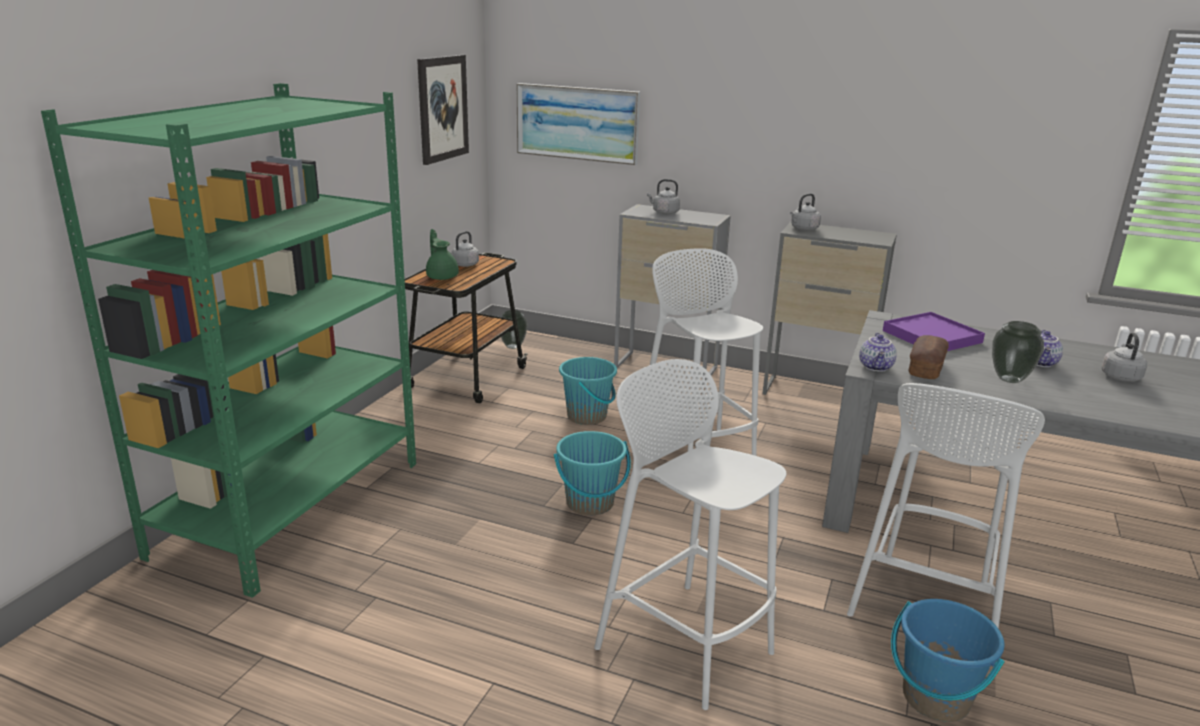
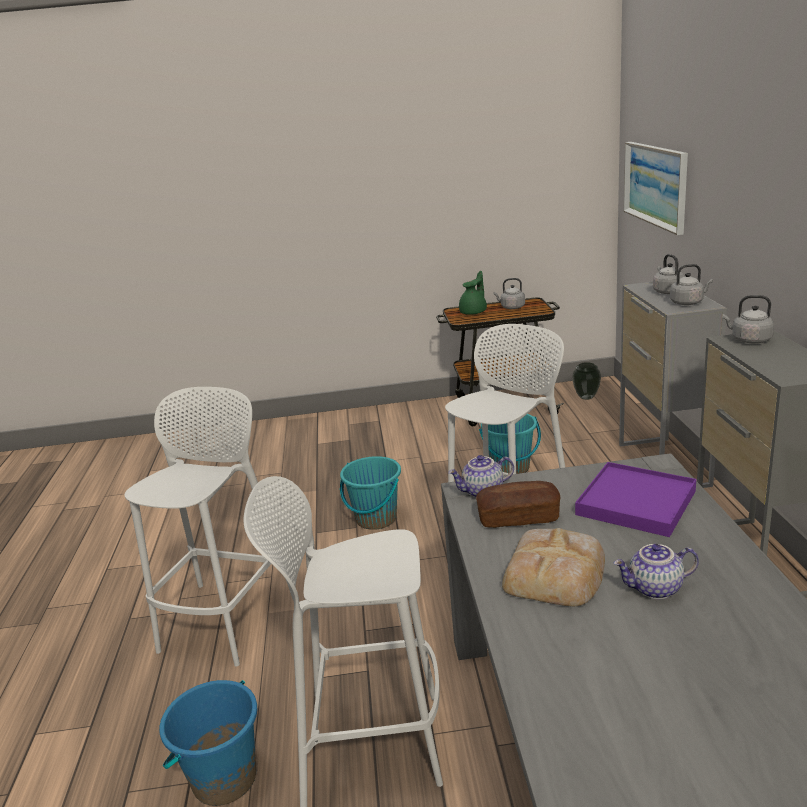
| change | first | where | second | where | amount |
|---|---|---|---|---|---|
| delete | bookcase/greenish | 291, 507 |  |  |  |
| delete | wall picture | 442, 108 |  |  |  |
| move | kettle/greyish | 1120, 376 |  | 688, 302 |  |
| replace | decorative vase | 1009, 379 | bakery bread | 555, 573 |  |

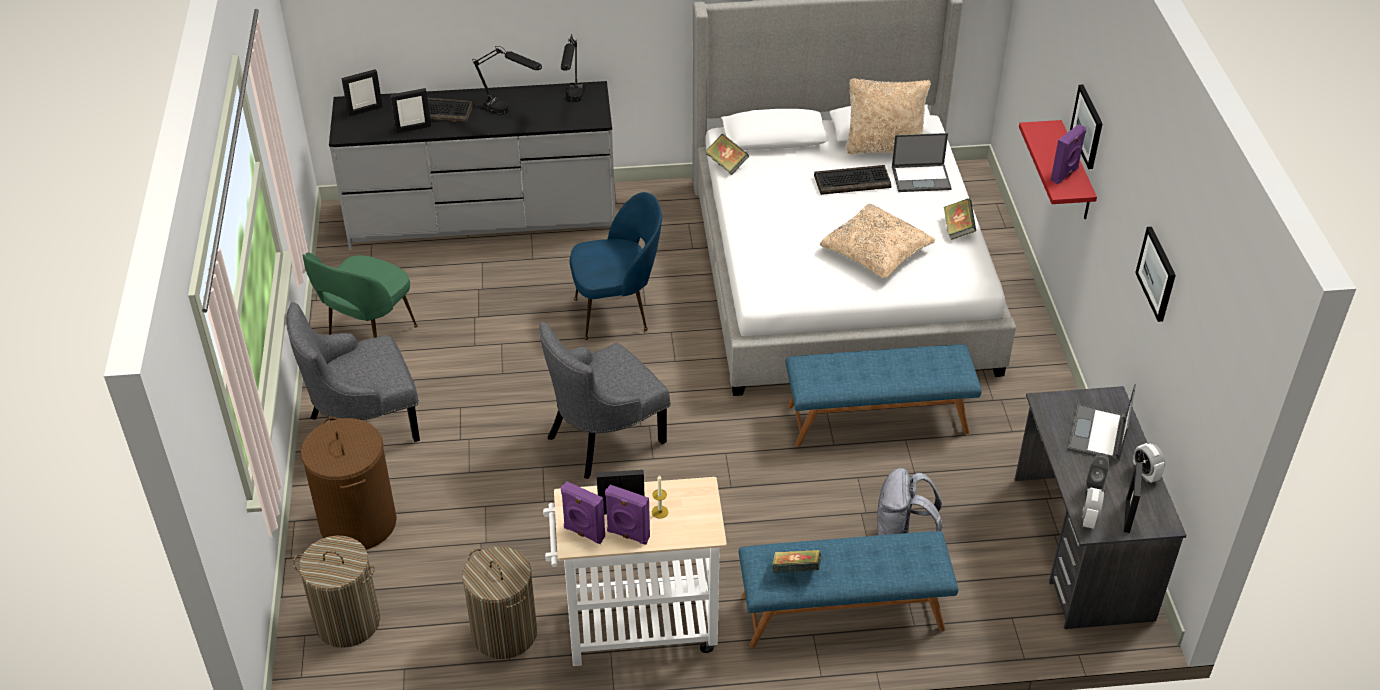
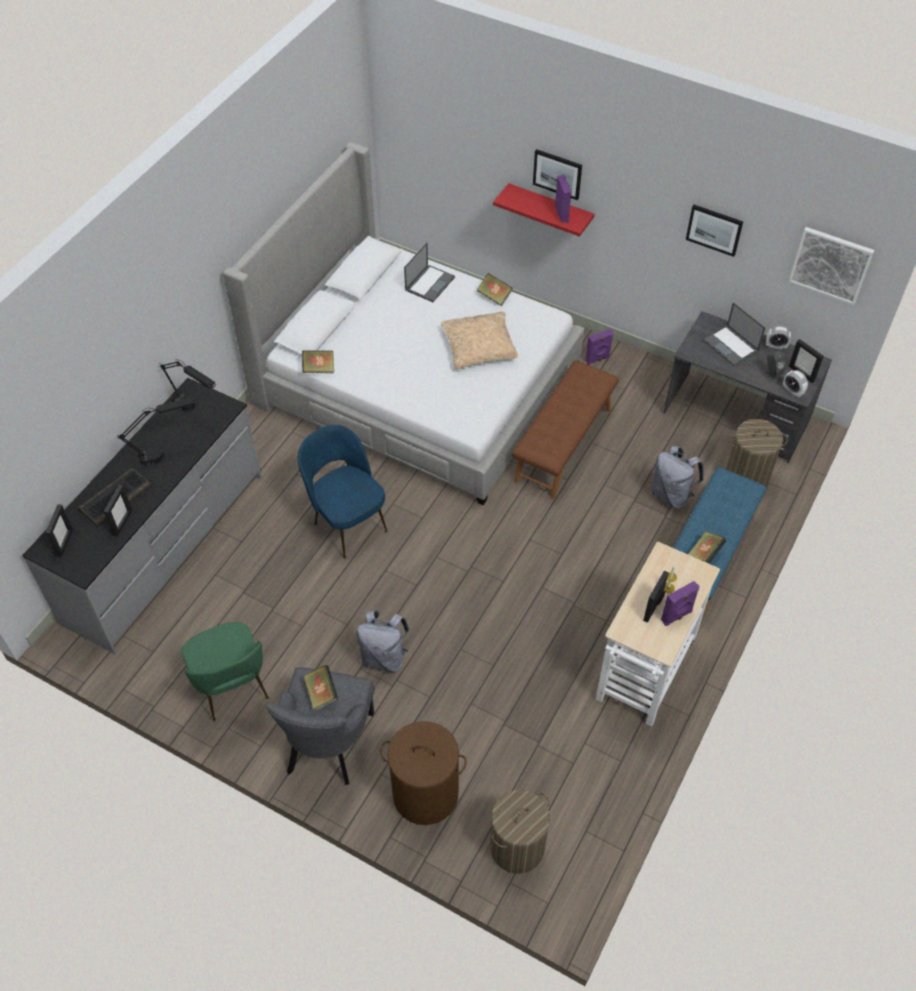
| change | first | where | second | where | amount |
|---|---|---|---|---|---|
| delete | armchair/greyish | 606, 437 |  |  |  |
| delete | PC keyboard | 853, 181 |  |  |  |
| delete | cushion/sand-coloured | 884, 149 |  |  |  |
| insert |  |  | book | 322, 693 |  |
| insert |  |  | backpack/greyish | 384, 657 |  |
| insert |  |  | wall picture | 831, 264 |  |
| move | laundry basket | 504, 633 |  | 746, 477 |  |
| move | speaker/purple | 583, 533 |  | 597, 359 |  |
| recolor | indoor bench/blue-coloured | 877, 418 | indoor bench/brownish | 562, 444 |  |
| rotate | upright chair/blue-coloured | 618, 314 |  | 347, 523 | 60 degrees counterclockwise |

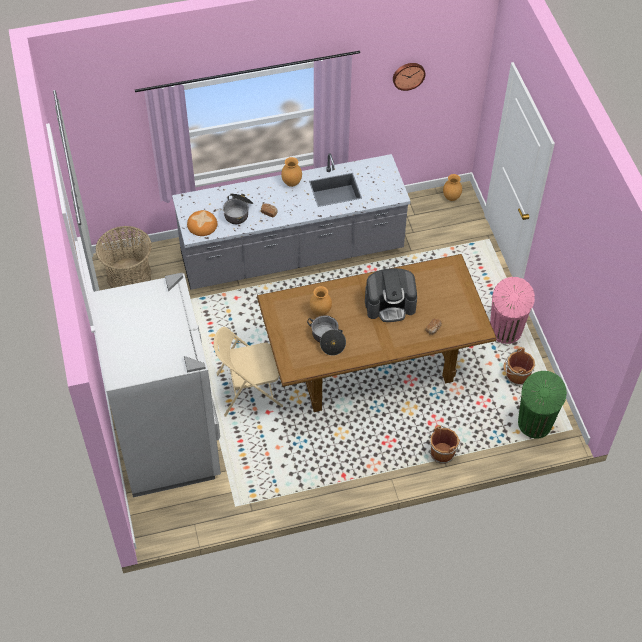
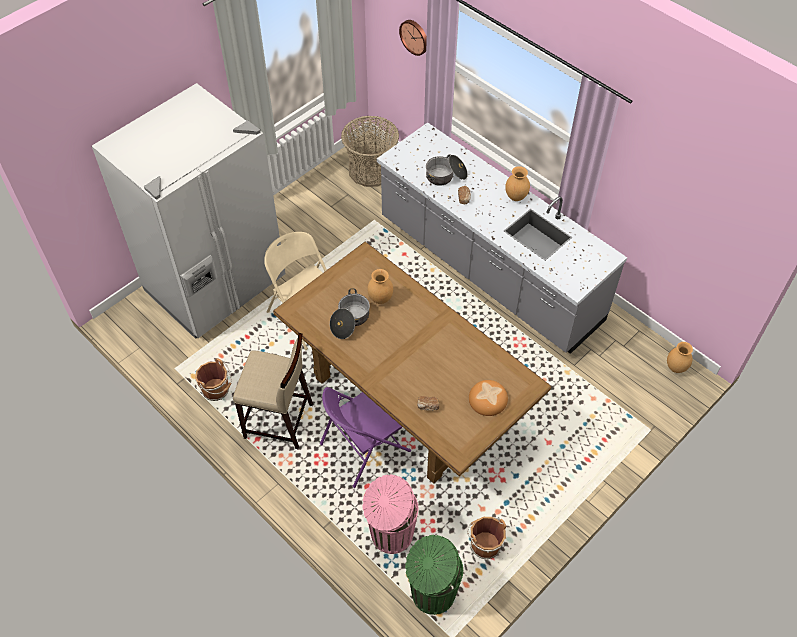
| change | first | where | second | where | amount |
|---|---|---|---|---|---|
| delete | coffee machine | 390, 304 |  |  |  |
| insert |  |  | stool/sand-coloured | 279, 422 |  |
| insert |  |  | upright chair/purple | 365, 447 |  |
| move | bakery bread | 202, 225 |  | 488, 399 |  |
| move | clock on the wall | 408, 75 |  | 415, 36 |  |
| move | water bucket/brownish | 443, 452 |  | 217, 390 |  |
| move | waste bin/pinkish | 505, 332 |  | 390, 534 |  |

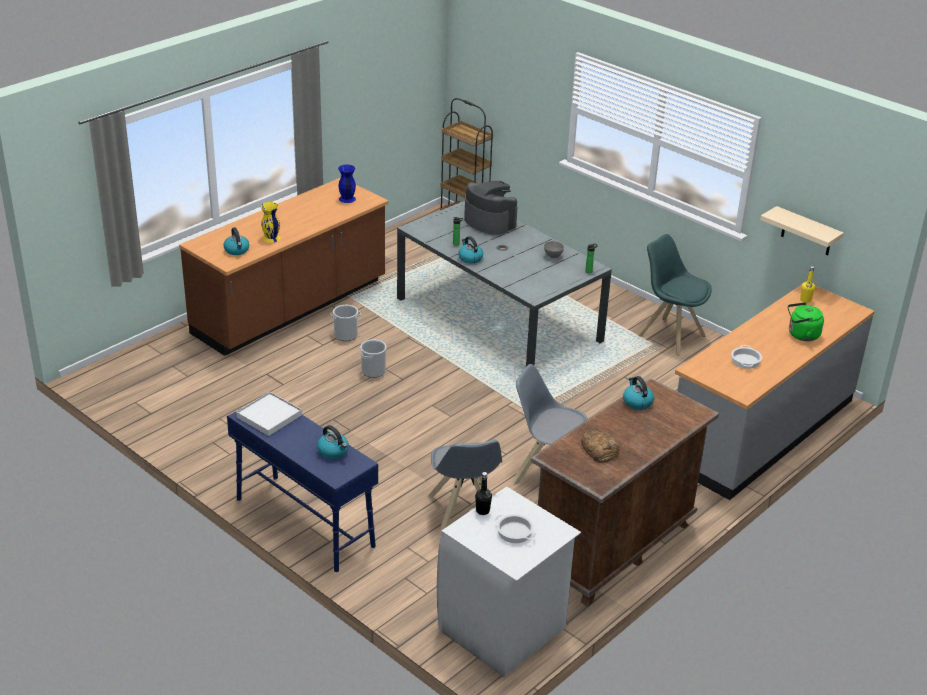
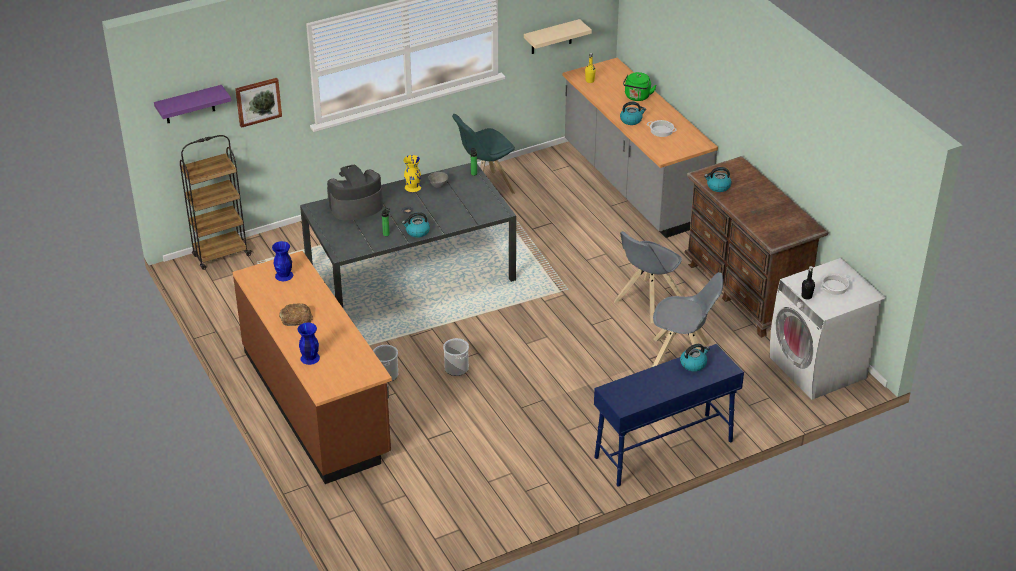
| change | first | where | second | where | amount |
|---|---|---|---|---|---|
| delete | tray/white-coloured | 269, 416 |  |  |  |
| insert |  |  | bracket shelf/purple | 189, 105 |  |
| insert |  |  | wall picture | 258, 101 |  |
| insert |  |  | decorative vase/blue-coloured | 309, 358 |  |
| move | kettle | 237, 250 |  | 631, 120 |  |
| move | decorative vase/yellowish | 271, 238 |  | 413, 187 |  |
| move | bakery bread | 599, 450 |  | 295, 318 |  |

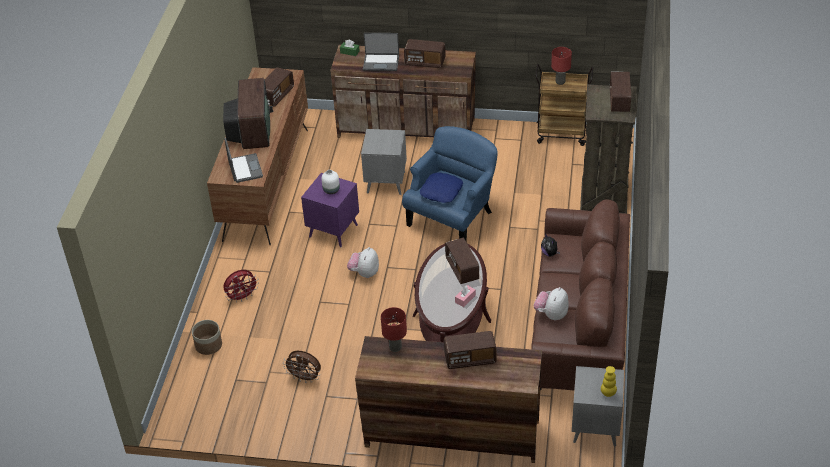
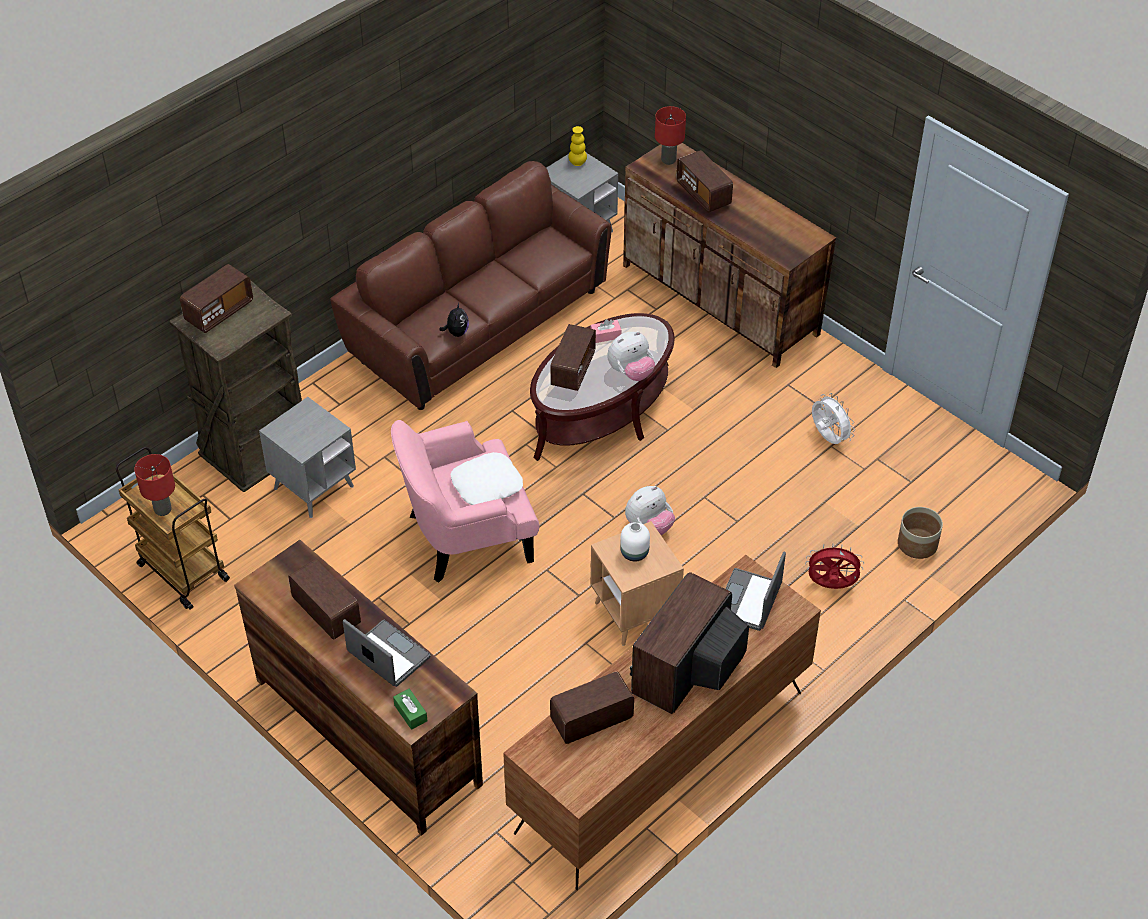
| change | first | where | second | where | amount |
|---|---|---|---|---|---|
| move | side table/greyish | 386, 182 |  | 313, 488 |  |
| move | lamp for a table/red | 395, 348 |  | 669, 160 |  |
| move | plush toy | 551, 314 |  | 631, 372 |  |
| recolor | electric fan/brownish | 305, 378 | electric fan/white-coloured | 828, 438 |  |
| recolor | side table/purple | 333, 231 | side table/brownish | 634, 613 |  |
| recolor | armchair/blue-coloured | 452, 218 | armchair/pinkish | 466, 535 |  |
| recolor | cushion/blue-coloured | 442, 191 | cushion/white-coloured | 486, 484 |  |
| rotate | radio receiver | 470, 359 |  | 703, 194 | 150 degrees counterclockwise |

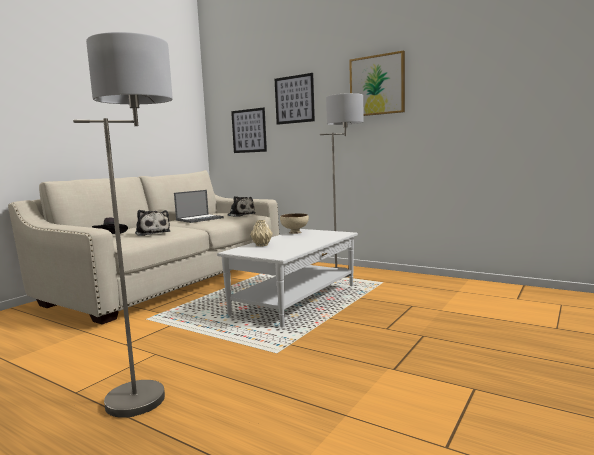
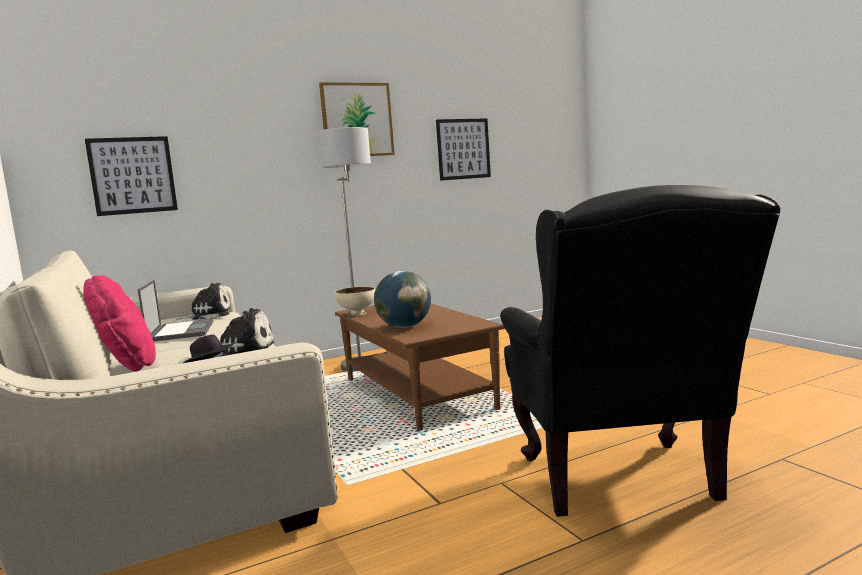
| change | first | where | second | where | amount |
|---|---|---|---|---|---|
| insert |  |  | cushion/pinkish | 127, 368 |  |
| move | wall picture | 294, 99 |  | 463, 149 |  |
| replace | standard lamp/greyish | 153, 395 | armchair/black | 626, 488 |  |
| replace | decorative vase/sand-coloured | 262, 245 | world globe | 404, 327 |  |
| recolor | coffee table/white-coloured | 296, 299 | coffee table/brownish | 416, 393 |  |

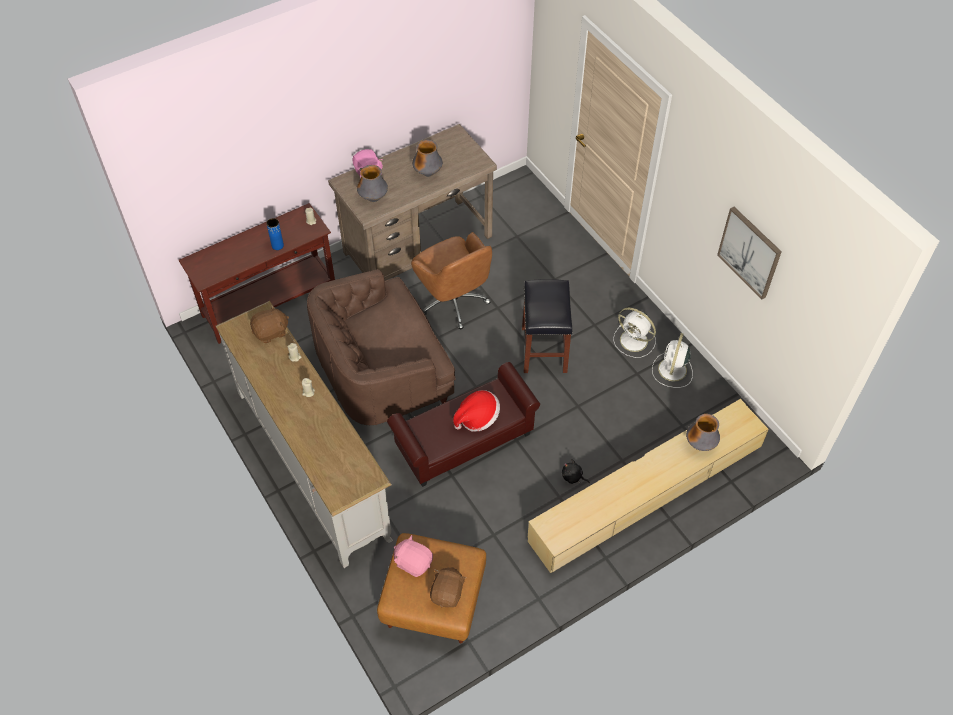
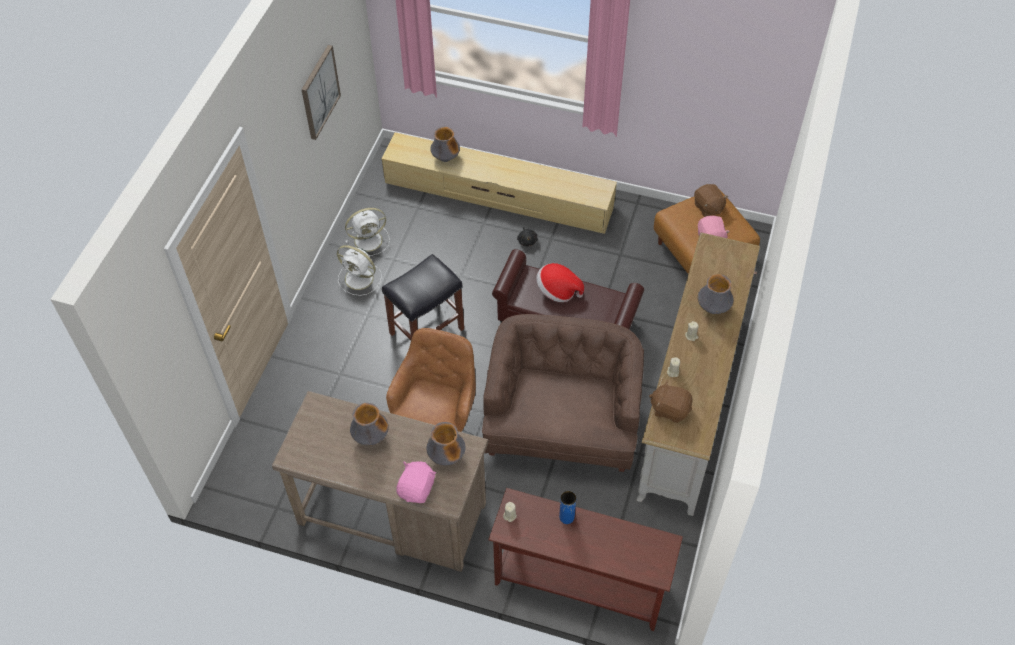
| change | first | where | second | where | amount |
|---|---|---|---|---|---|
| insert |  |  | decorative vase | 713, 309 |  |
| rotate | armchair/brownish | 383, 373 |  | 561, 424 | 105 degrees counterclockwise |
| rotate | plush toy/brownish | 447, 593 |  | 708, 207 | 90 degrees counterclockwise |
| rotate | electric fan/white-coloured | 635, 341 |  | 360, 279 | 120 degrees clockwise |

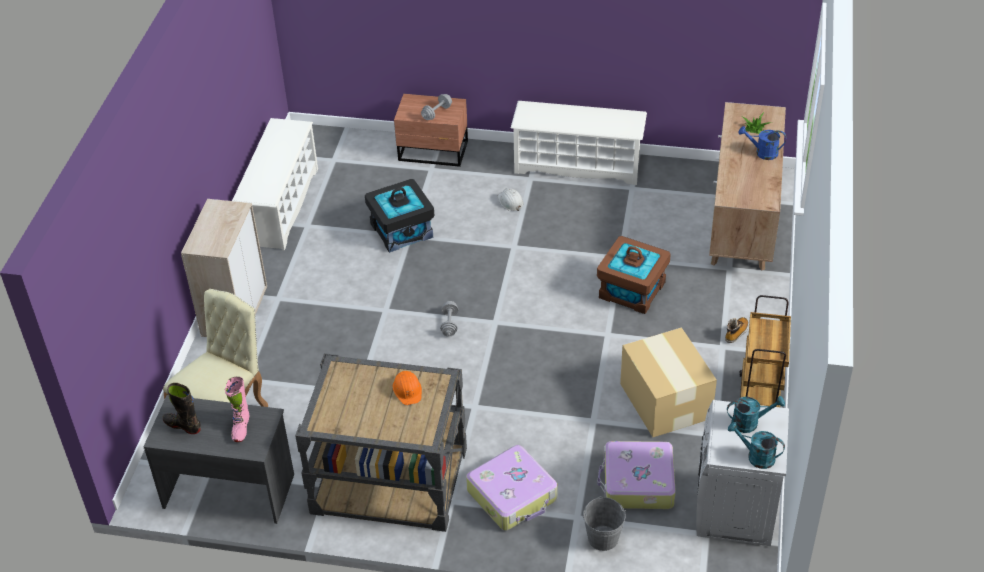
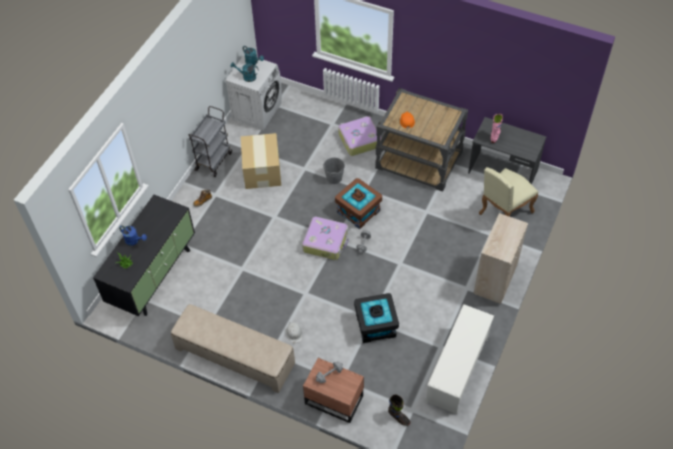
| change | first | where | second | where | amount |
|---|---|---|---|---|---|
| move | boot/black | 183, 426 |  | 398, 417 |  |
| move | water bucket/greyish | 603, 538 |  | 334, 178 |  |
| move | storage box/brownish | 631, 290 |  | 358, 211 |  |
| move | piece of luggage | 637, 483 |  | 326, 242 |  |
| replace | shoe rack/white-coloured | 578, 165 | indoor bench/sand-coloured | 234, 356 |  |
| recolor | chest of drawers/greenish | 742, 224 | chest of drawers/black | 153, 275 |  |
| recolor | cart/brownish | 758, 399 | cart/greyish | 214, 161 |  |

